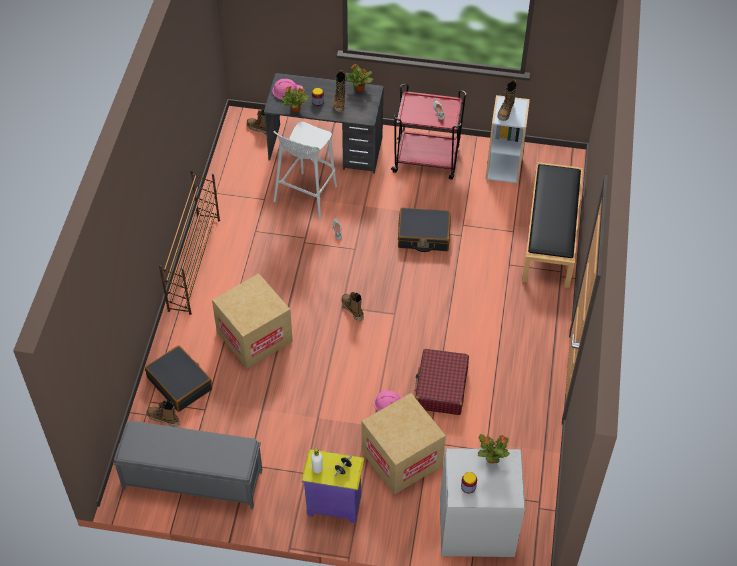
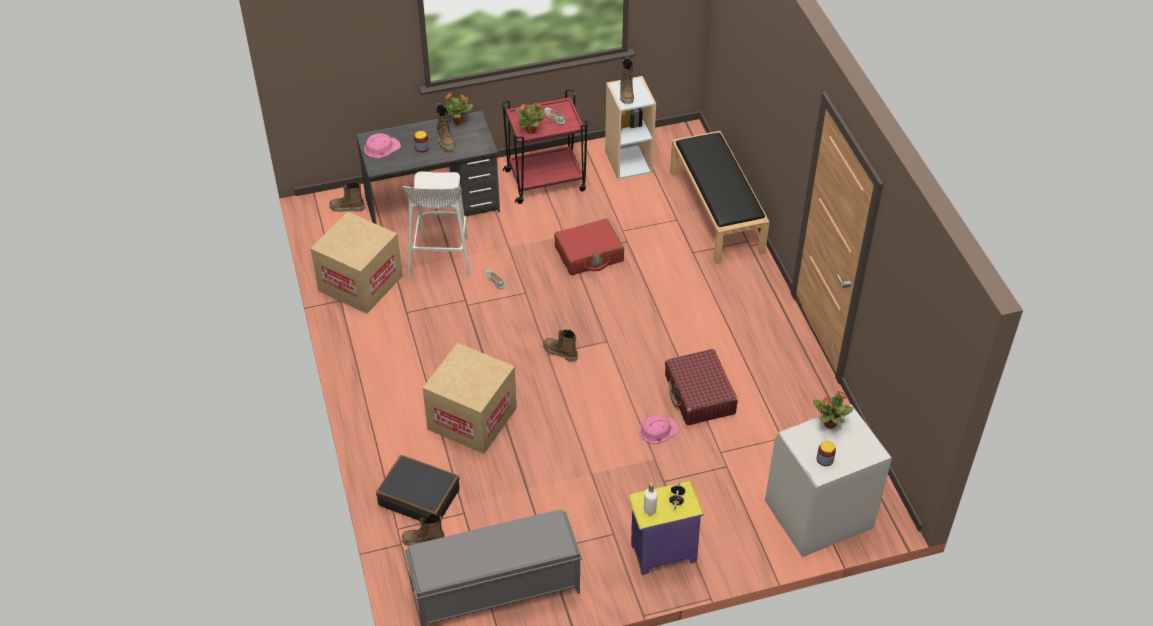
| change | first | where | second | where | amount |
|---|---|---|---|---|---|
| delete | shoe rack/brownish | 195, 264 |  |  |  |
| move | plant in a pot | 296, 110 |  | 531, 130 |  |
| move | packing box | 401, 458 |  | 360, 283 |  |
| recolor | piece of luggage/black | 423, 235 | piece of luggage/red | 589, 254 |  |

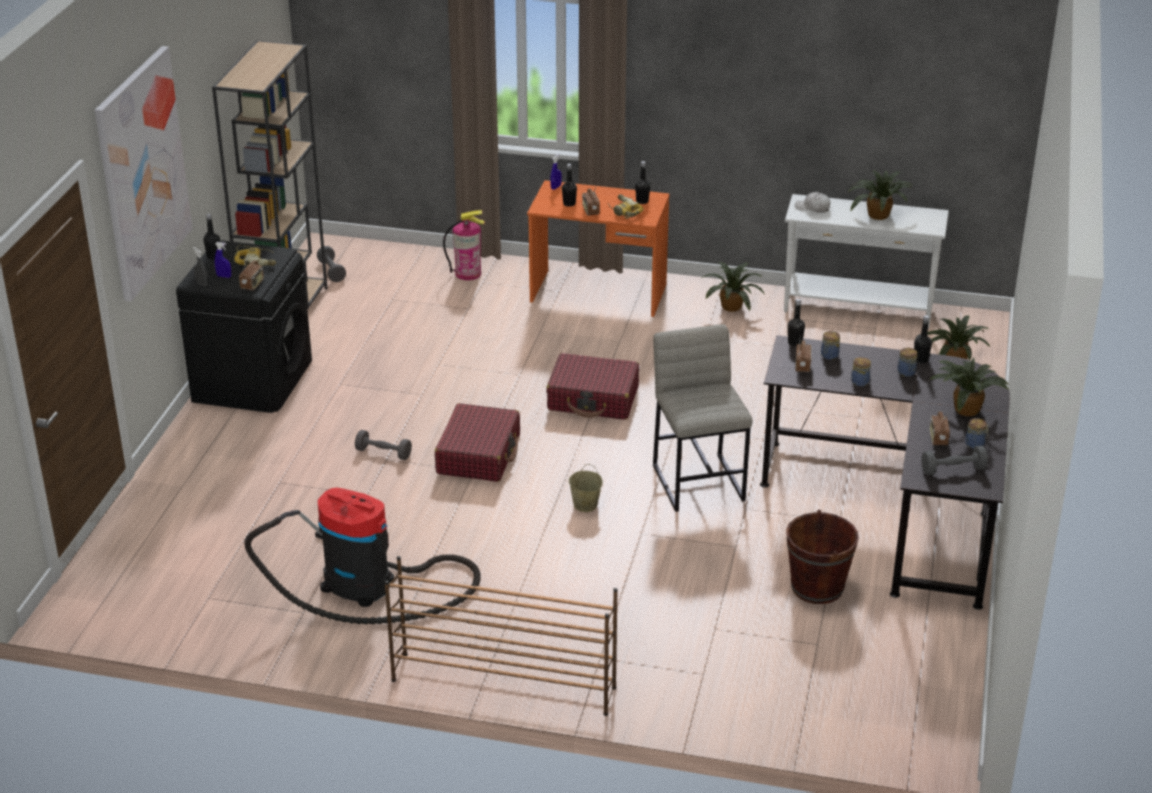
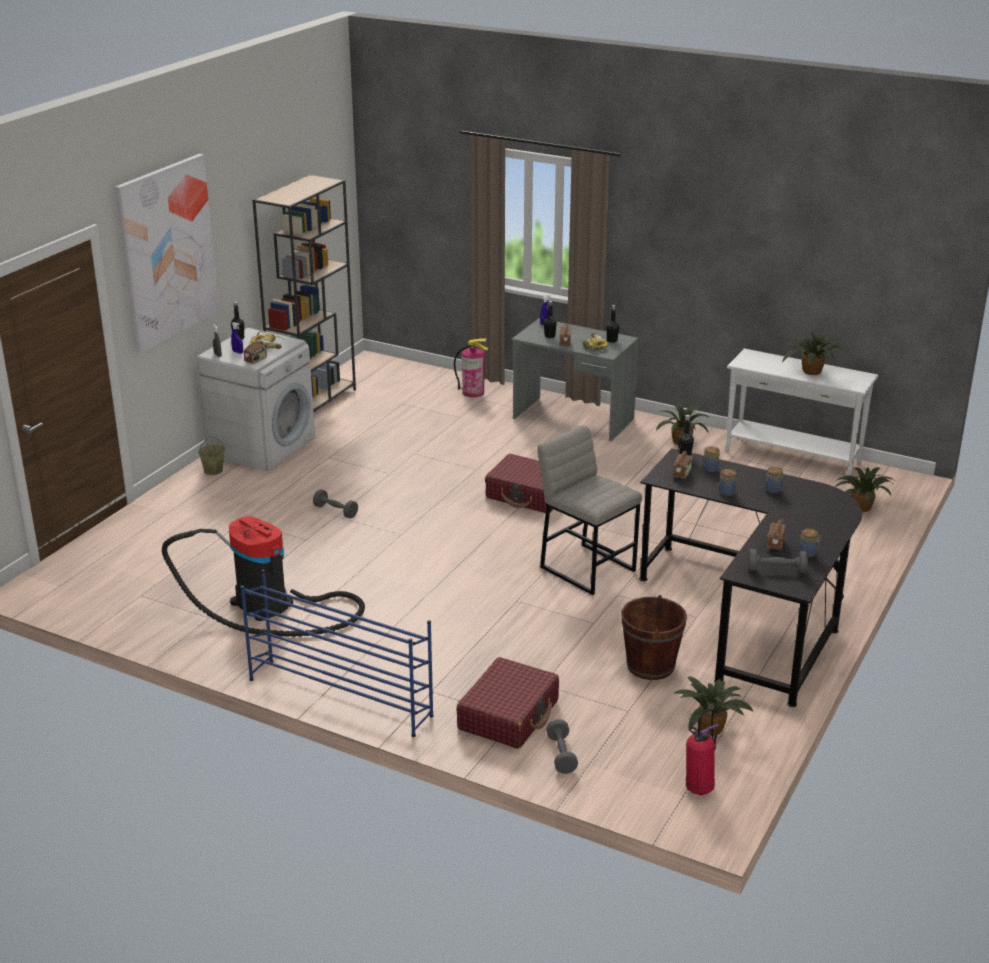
| change | first | where | second | where | amount |
|---|---|---|---|---|---|
| delete | peaked cap/white-coloured | 812, 208 |  |  |  |
| delete | drink bottle/black | 921, 360 |  |  |  |
| insert |  |  | fire extinguisher | 699, 788 |  |
| move | free weight/greyish | 331, 271 |  | 561, 755 |  |
| move | piece of luggage/red | 479, 454 |  | 509, 715 |  |
| move | water bucket/sand-coloured | 585, 505 |  | 213, 471 |  |
| move | plant in a pot | 965, 408 |  | 710, 727 |  |
| recolor | laundry machine/black | 255, 380 | laundry machine/white-coloured | 264, 446 |  |
| recolor | shoe rack/brownish | 502, 683 | shoe rack/blue-coloured | 339, 697 |  |
| recolor | desk/orangey | 598, 294 | desk/greyish | 573, 419 |  |
| rotate | upright chair/greyish | 697, 481 |  | 586, 568 | 45 degrees counterclockwise |

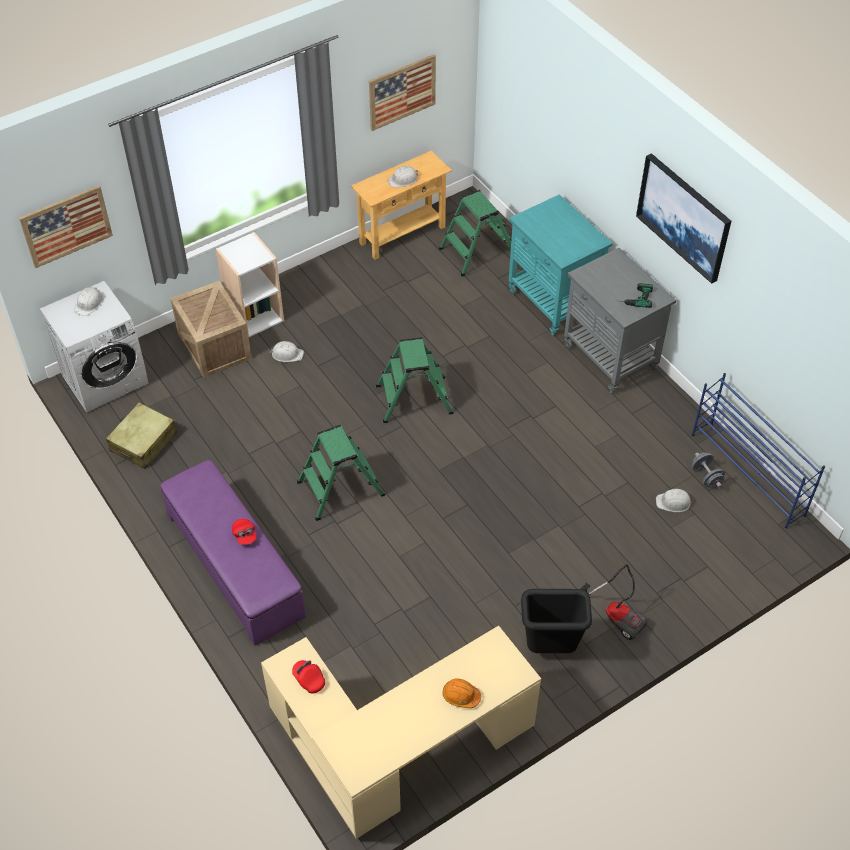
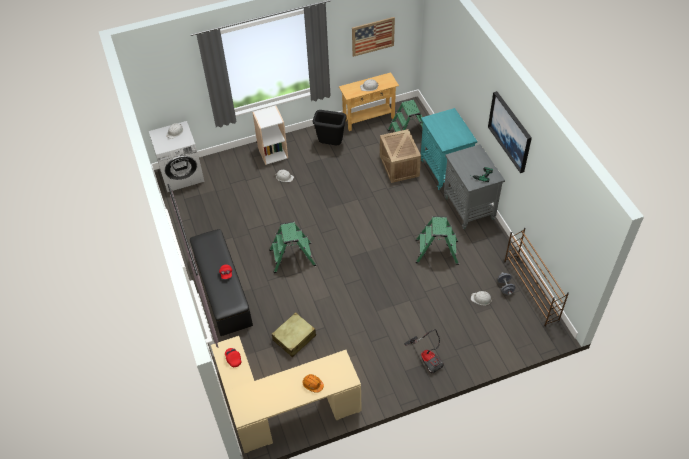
| change | first | where | second | where | amount |
|---|---|---|---|---|---|
| delete | wall picture | 66, 226 |  |  |  |
| move | piece of luggage/sand-coloured | 144, 442 |  | 294, 338 |  |
| move | packing crate | 215, 346 |  | 400, 166 |  |
| move | step ladder/greenish | 414, 399 |  | 437, 252 |  |
| move | waste bin/black | 551, 648 |  | 331, 144 |  |
| recolor | indoor bench/purple | 233, 564 | indoor bench/black | 222, 289 |  |
| recolor | shoe rack/blue-coloured | 747, 475 | shoe rack/brownish | 530, 290 |  |

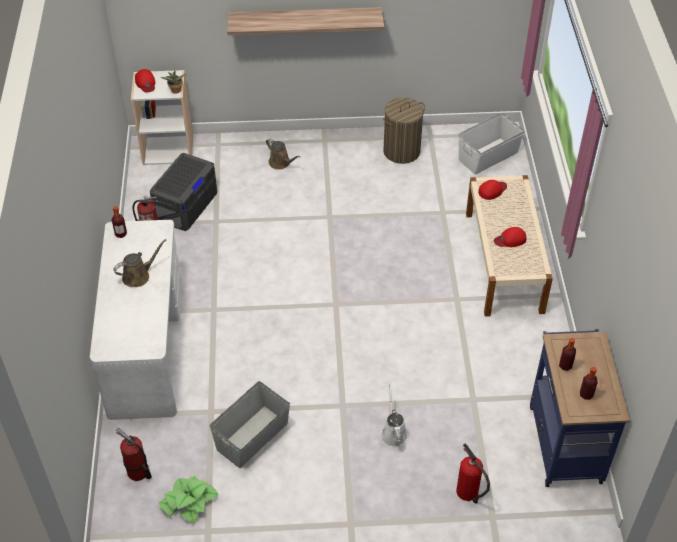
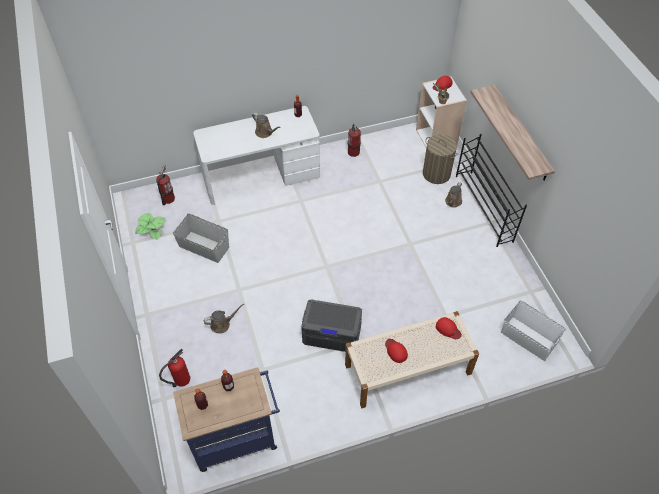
| change | first | where | second | where | amount |
|---|---|---|---|---|---|
| insert |  |  | shoe rack/black | 483, 208 |  |
| move | storage box/greyish | 186, 205 |  | 332, 334 |  |
| move | laundry basket | 401, 151 |  | 436, 174 |  |
| recolor | watering can/white-coloured | 393, 433 | watering can/brownish | 222, 324 |  |

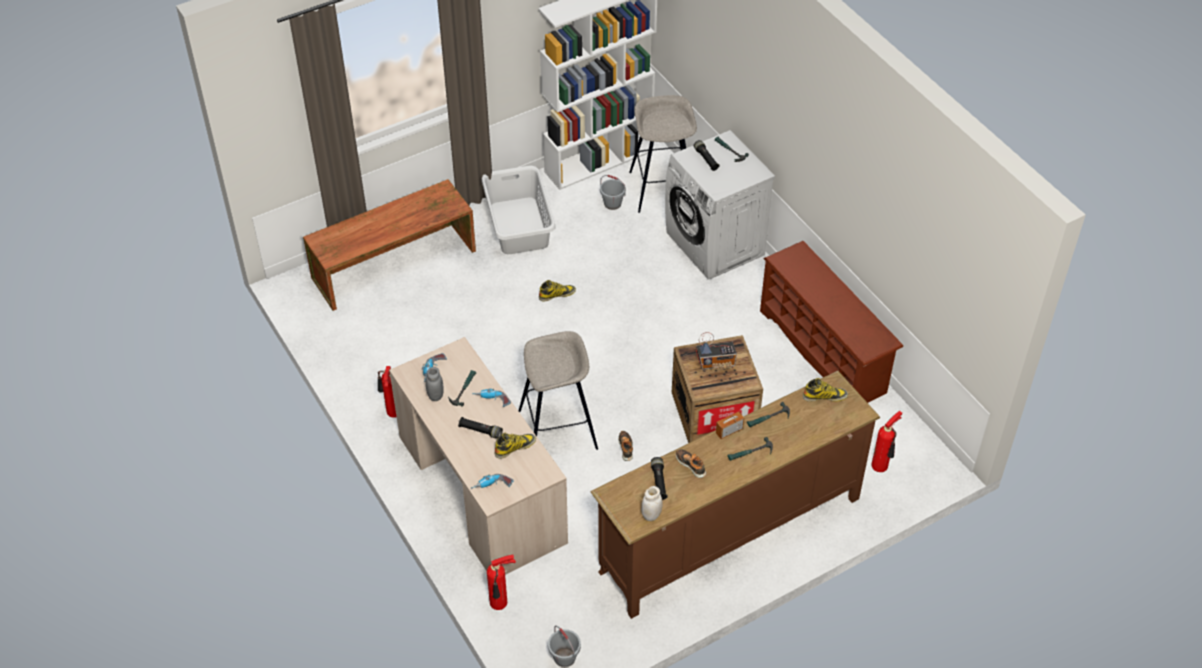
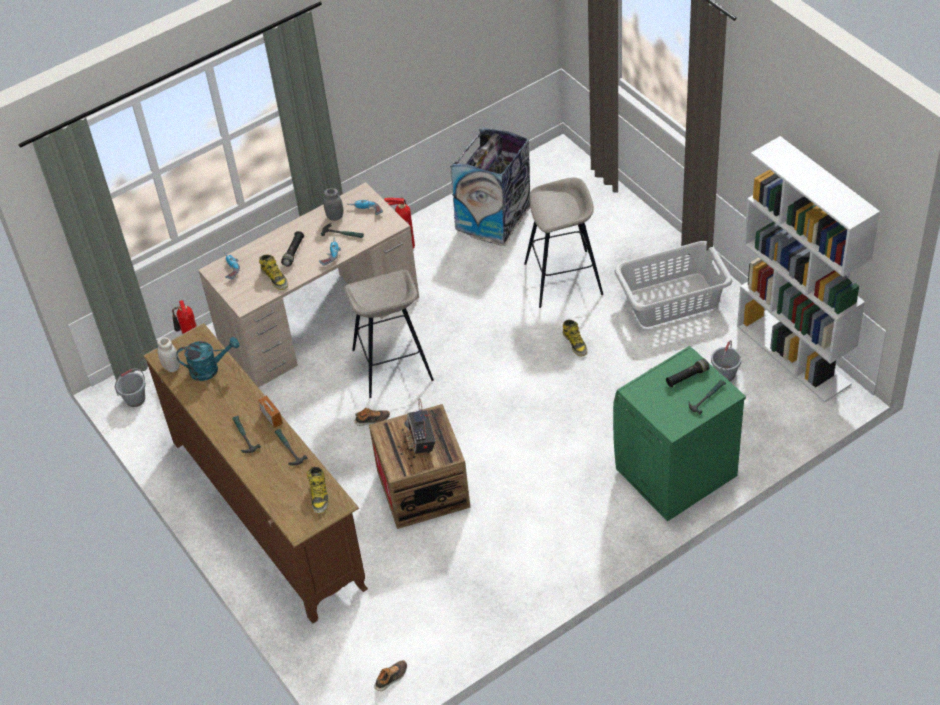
| change | first | where | second | where | amount |
|---|---|---|---|---|---|
| delete | indoor bench/brownish | 394, 263 |  |  |  |
| delete | shoe rack/brownish | 824, 352 |  |  |  |
| delete | fire extinguisher | 881, 466 |  |  |  |
| insert |  |  | waste bin | 494, 218 |  |
| move | stool/greyish | 662, 189 |  | 563, 279 |  |
| move | item of footwear | 691, 465 |  | 391, 677 |  |
| replace | flashlight/black | 659, 482 | watering can/blue-green | 210, 369 |  |
| recolor | laundry machine/white-coloured | 715, 245 | laundry machine/greenish | 675, 473 |  |

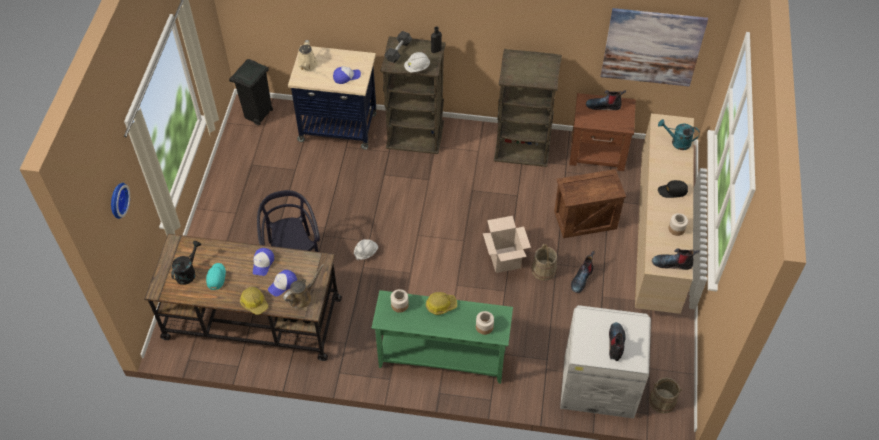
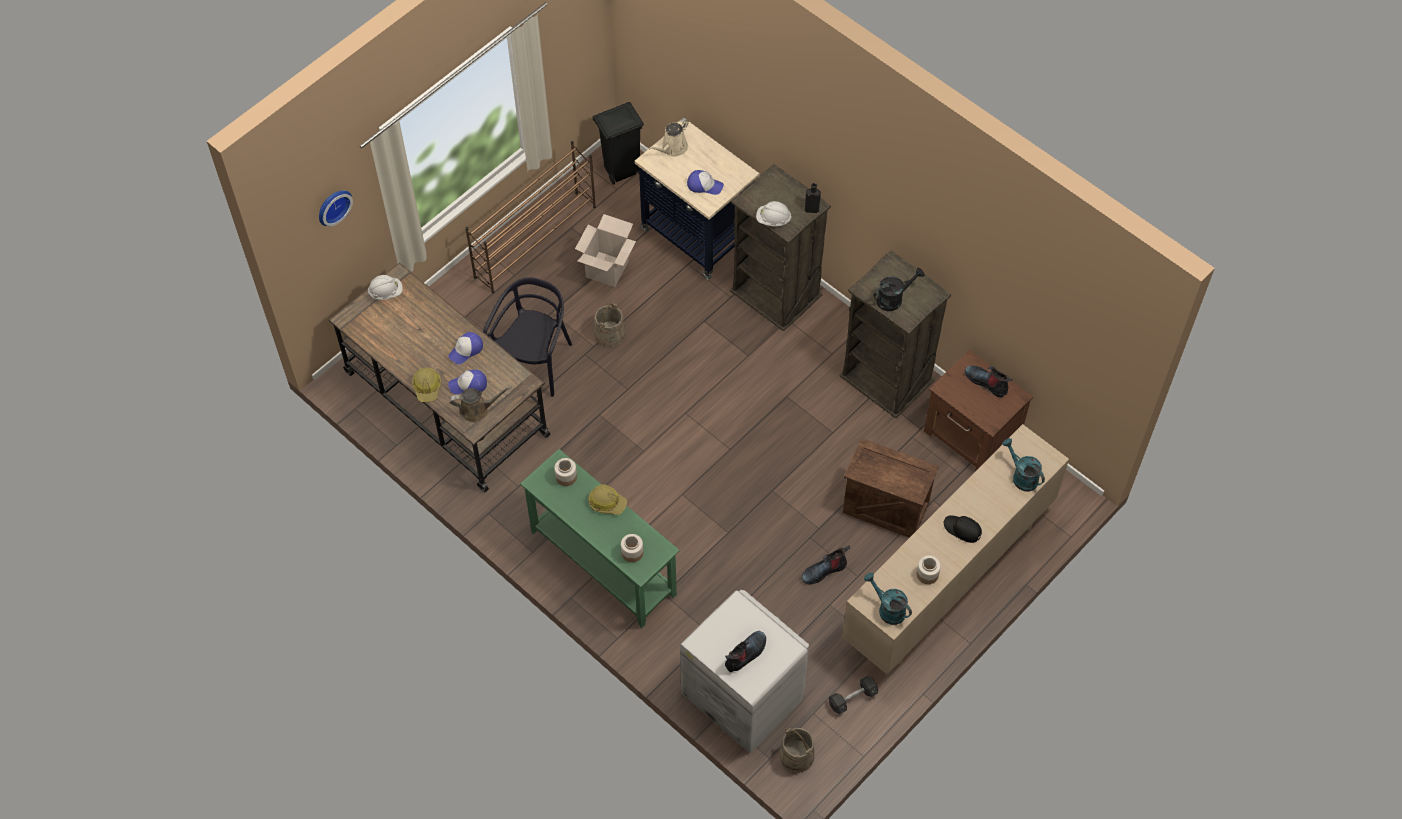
| change | first | where | second | where | amount |
|---|---|---|---|---|---|
| delete | peaked cap/blue-green | 216, 277 |  |  |  |
| delete | wall picture | 652, 47 |  |  |  |
| insert |  |  | shoe rack/brownish | 536, 241 |  |
| move | watering can/black | 188, 272 |  | 893, 298 |  |
| move | work helmet/white-coloured | 365, 252 |  | 386, 292 |  |
| move | free weight/greyish | 398, 51 |  | 852, 698 |  |
| move | packing box | 504, 259 |  | 607, 269 |  |
| move | water bucket/sand-coloured | 543, 270 |  | 609, 334 |  |
| replace | boot | 672, 263 | watering can/blue-green | 887, 609 |  |

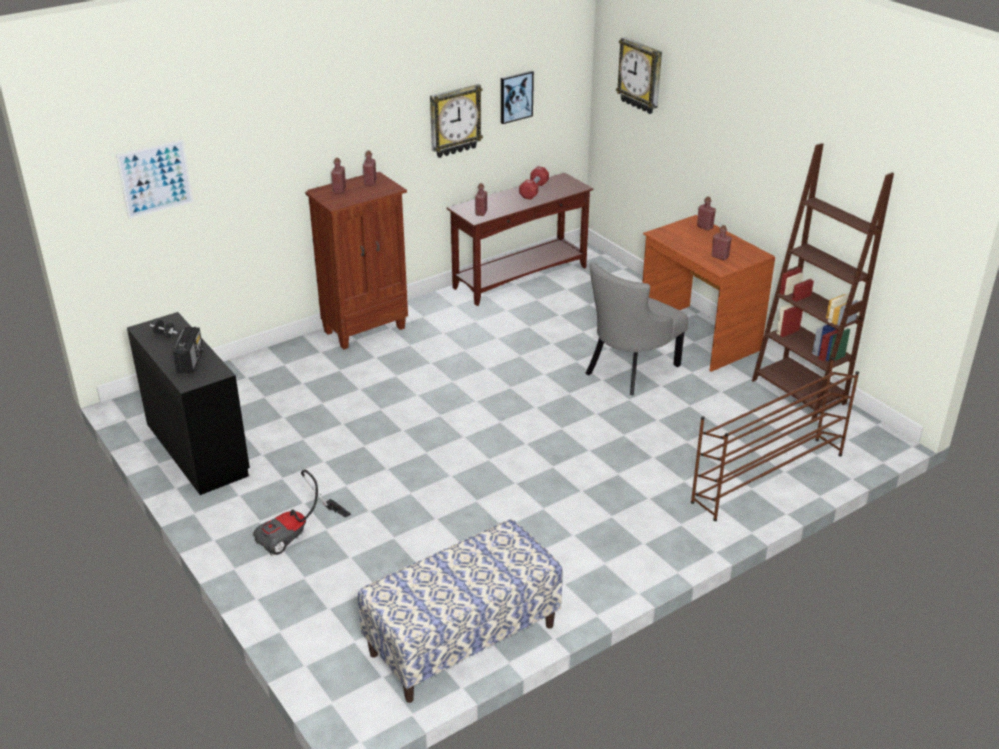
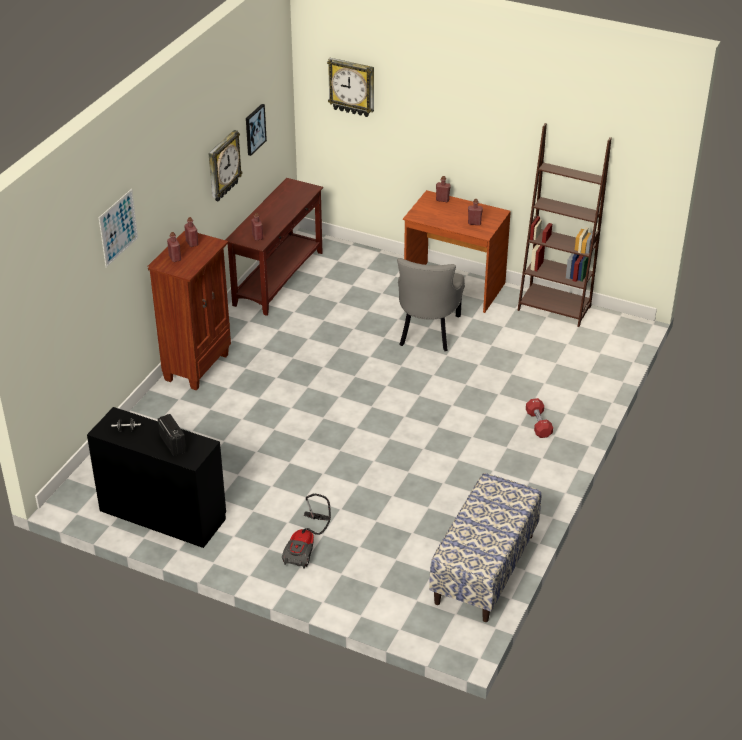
| change | first | where | second | where | amount |
|---|---|---|---|---|---|
| delete | shoe rack/brownish | 767, 478 |  |  |  |
| move | wall picture | 155, 178 |  | 118, 227 |  |
| move | free weight/red | 534, 190 |  | 538, 424 |  |

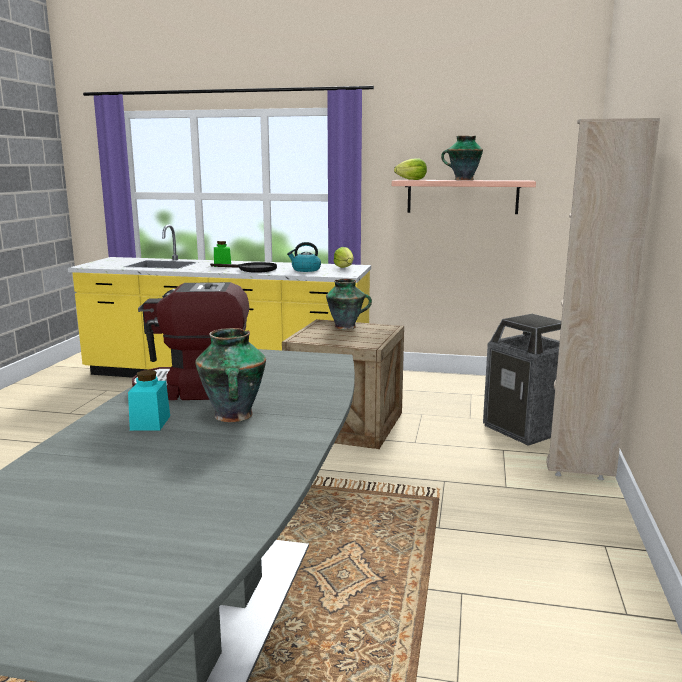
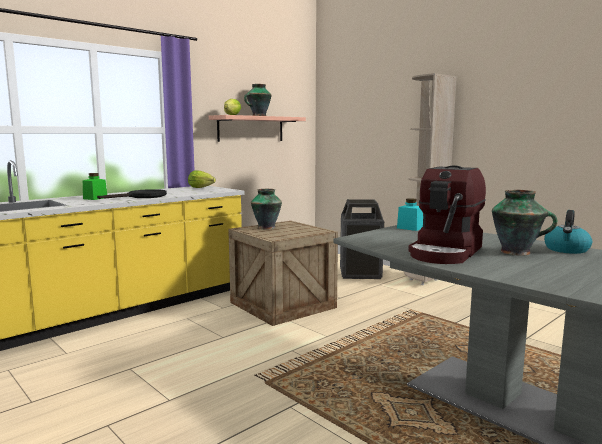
| change | first | where | second | where | amount |
|---|---|---|---|---|---|
| move | preserve jar/blue-green | 150, 423 |  | 410, 228 |  |
| move | kettle | 305, 270 |  | 567, 250 |  |

